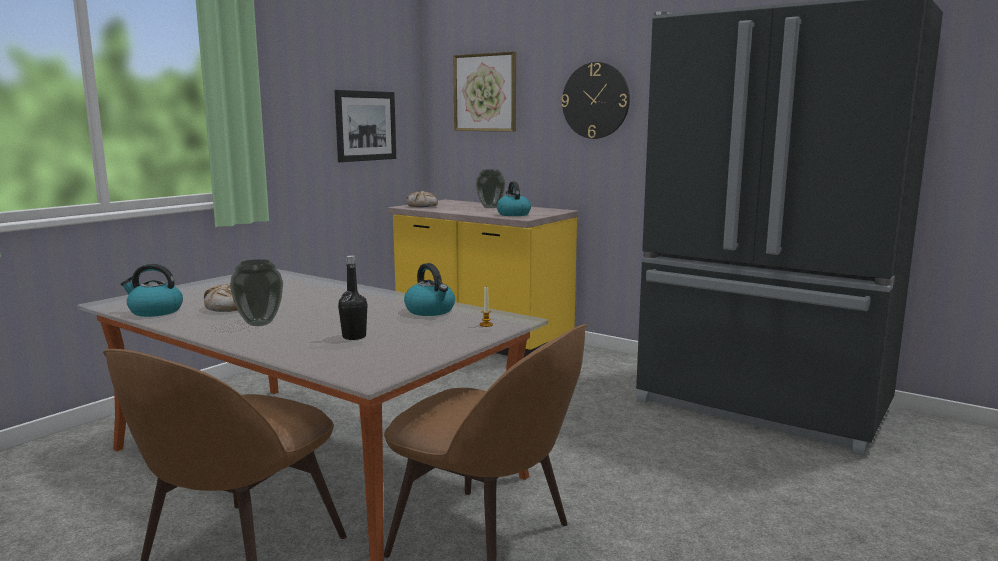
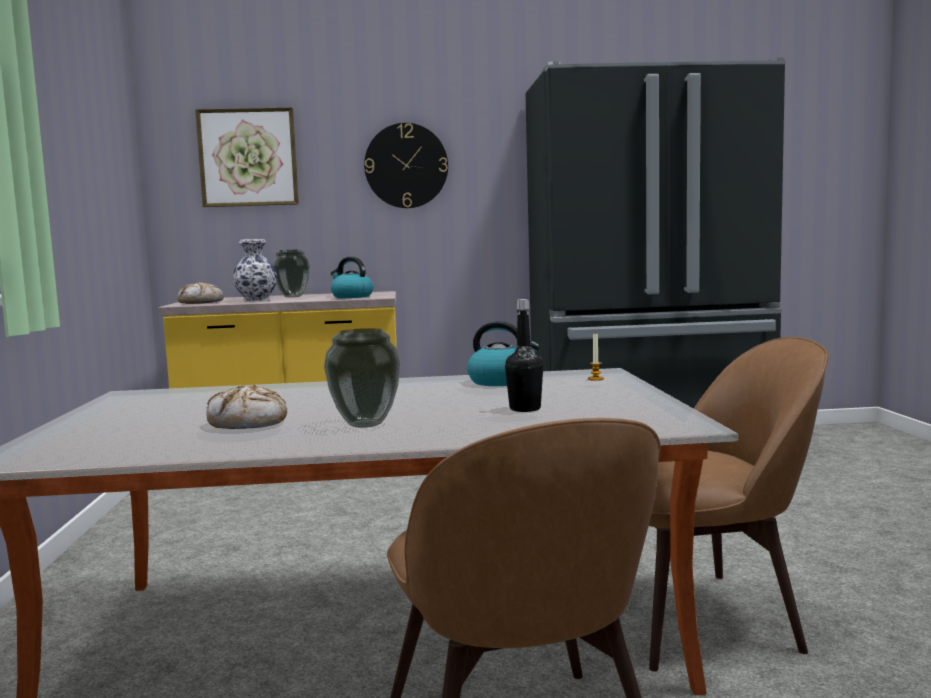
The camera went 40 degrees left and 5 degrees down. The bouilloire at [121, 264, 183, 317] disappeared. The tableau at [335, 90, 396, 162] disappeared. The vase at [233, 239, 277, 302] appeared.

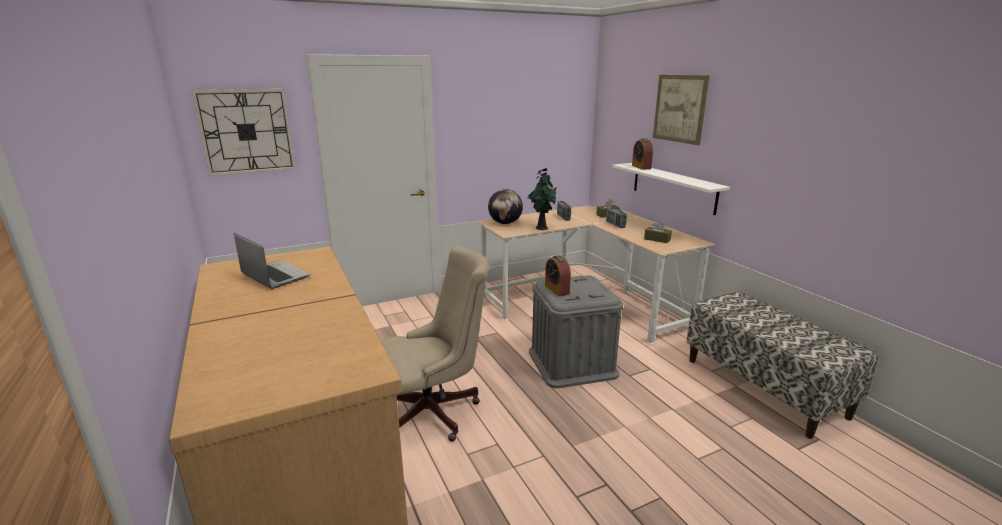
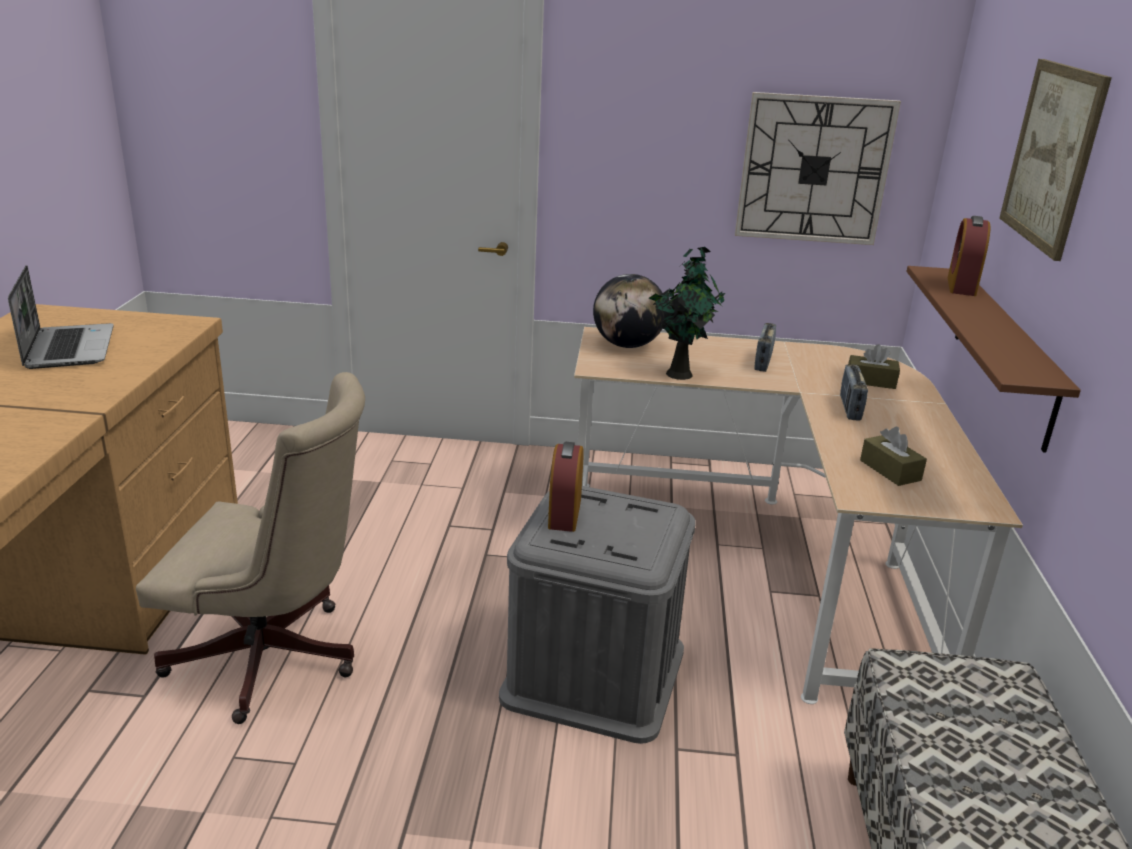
The camera went 30 degrees right and 5 degrees up. The horloge murale moved from [191, 89, 296, 176] to [735, 92, 901, 245]. The étagère [blanc] at [612, 163, 730, 215] became the étagère [marron] at [907, 266, 1081, 453].

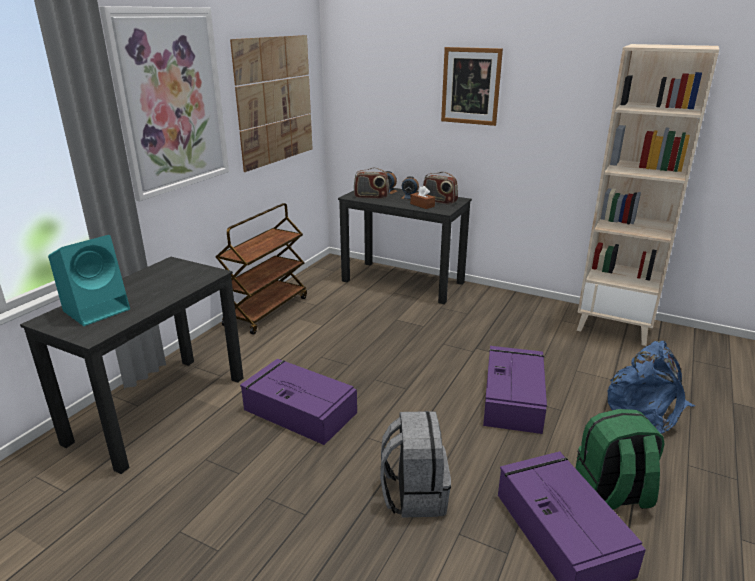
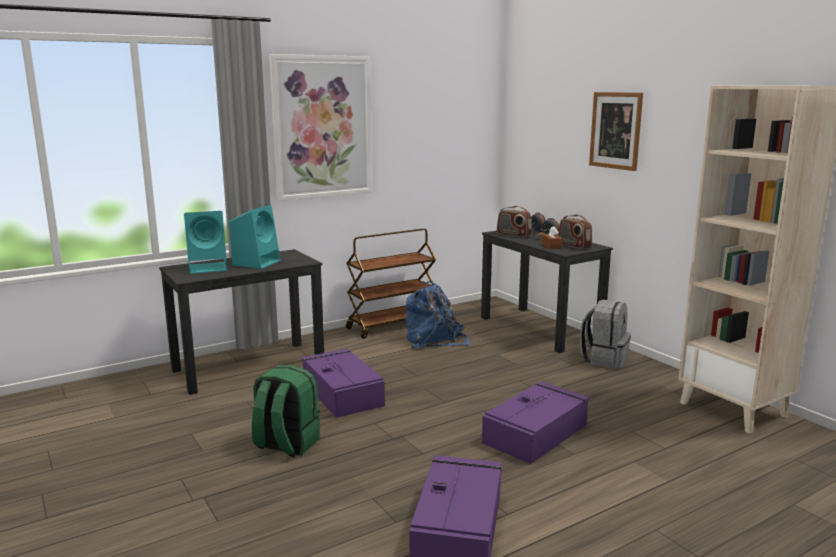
The camera went 30 degrees right and 10 degrees down. The tableau at [230, 35, 312, 172] disappeared. The sac à dos [gris] moved from [380, 411, 451, 517] to [580, 299, 631, 369]. The sac à dos [vert] moved from [576, 409, 665, 510] to [252, 365, 320, 457]. The sac à dos [bleu] moved from [608, 341, 695, 434] to [405, 281, 469, 349]. The enceinte [turquoise] at [229, 205, 281, 269] appeared.

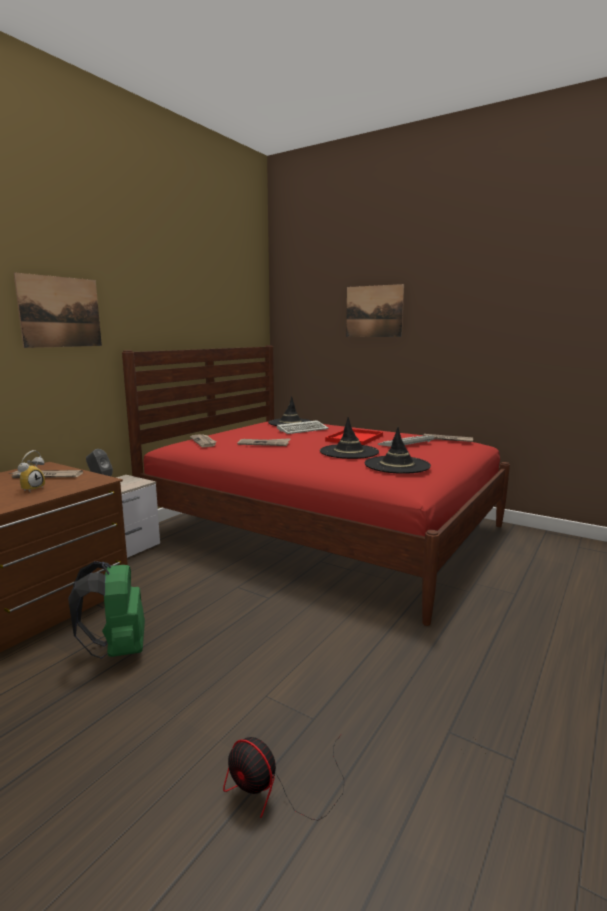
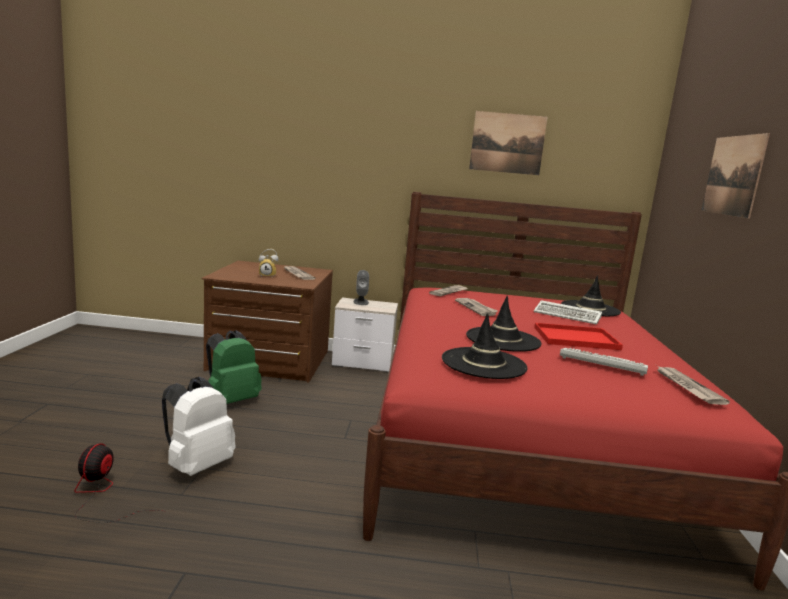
The camera went 60 degrees right and 0 degrees up. The tableau moved from [14, 272, 102, 348] to [469, 111, 547, 175]. The sac à dos [blanc] at [162, 377, 235, 476] appeared.

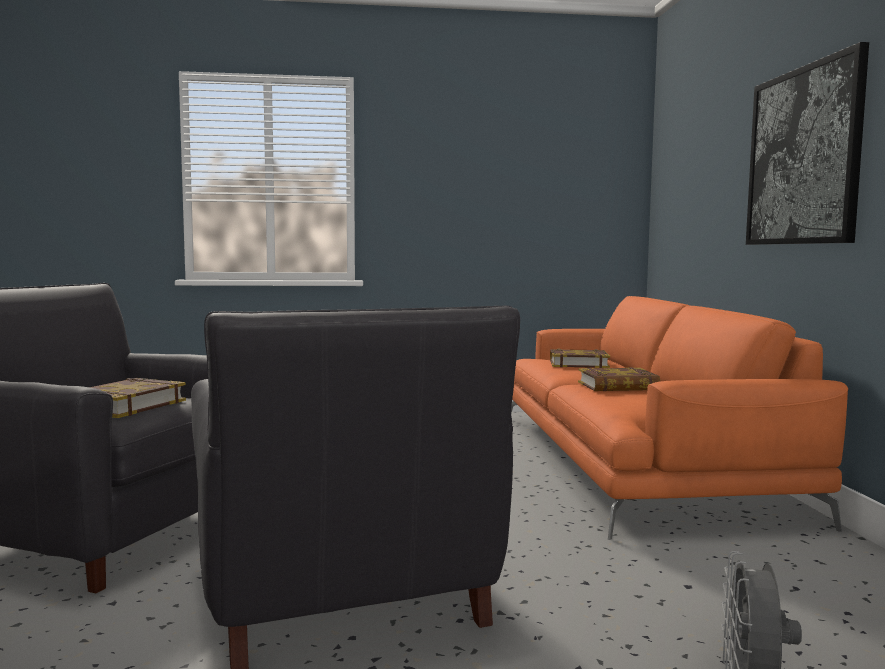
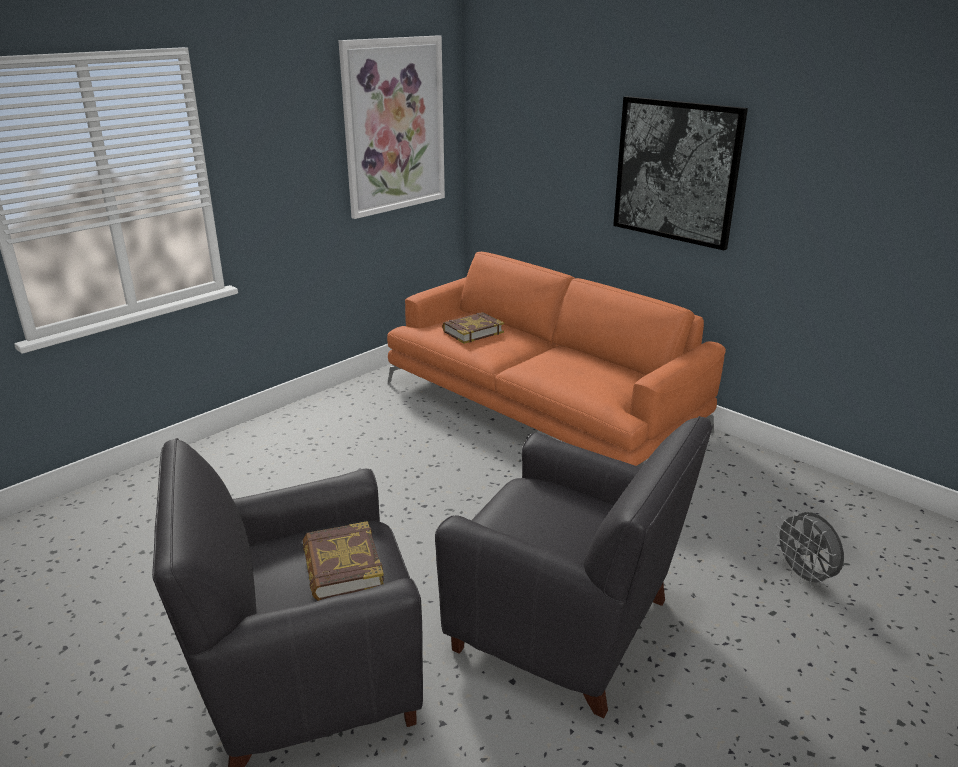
The camera went 40 degrees left and 20 degrees up. The livre at [578, 367, 660, 391] disappeared. The tableau at [338, 35, 445, 219] appeared.

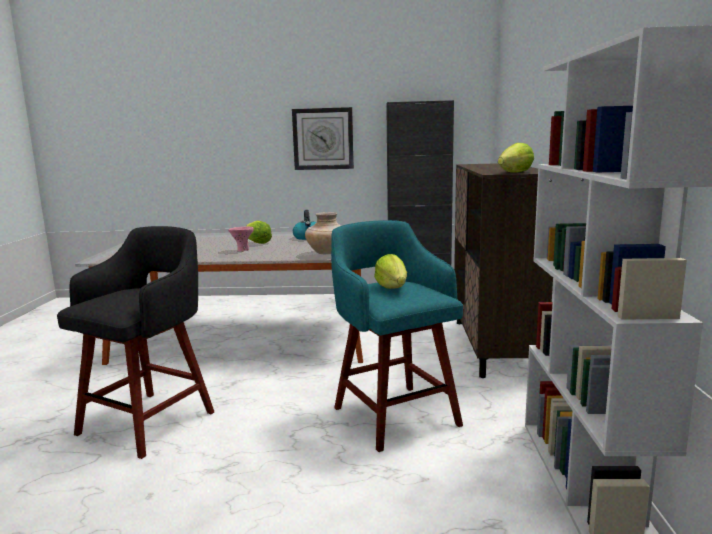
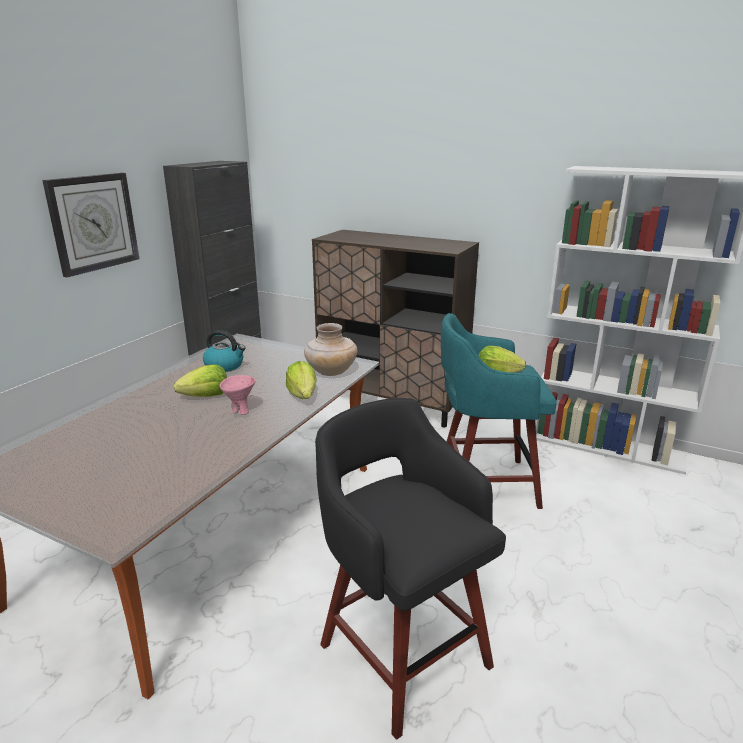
The camera went 65 degrees left and 10 degrees up. The laitue moved from [498, 143, 534, 173] to [286, 361, 317, 399].

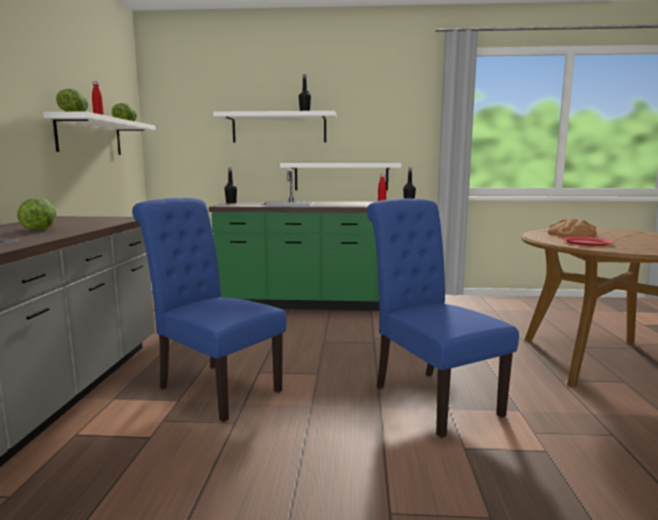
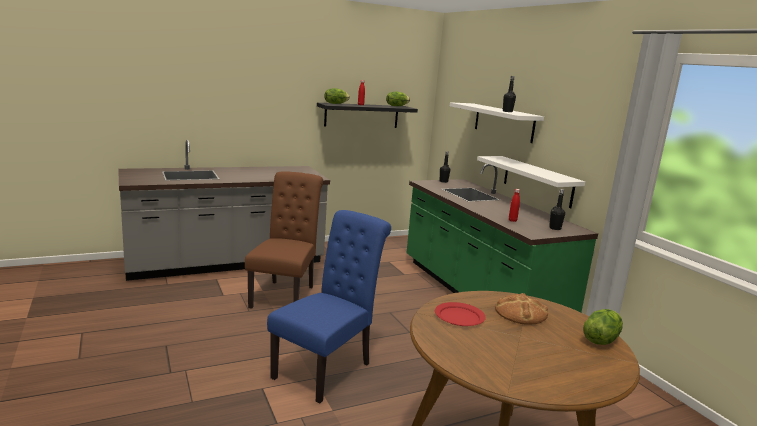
The camera went 60 degrees right and 5 degrees up. The laitue moved from [17, 198, 56, 230] to [583, 309, 623, 345]. The étagère [blanc] at [43, 111, 156, 155] became the étagère [noir] at [317, 103, 418, 128]. The chaise [bleu] at [132, 198, 286, 422] became the chaise [marron] at [245, 171, 323, 309].

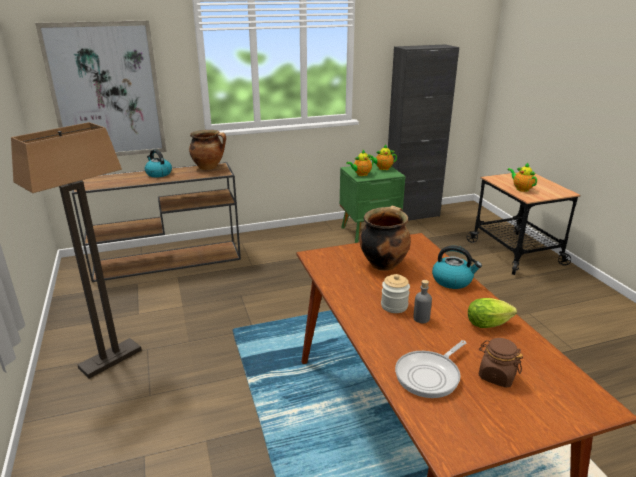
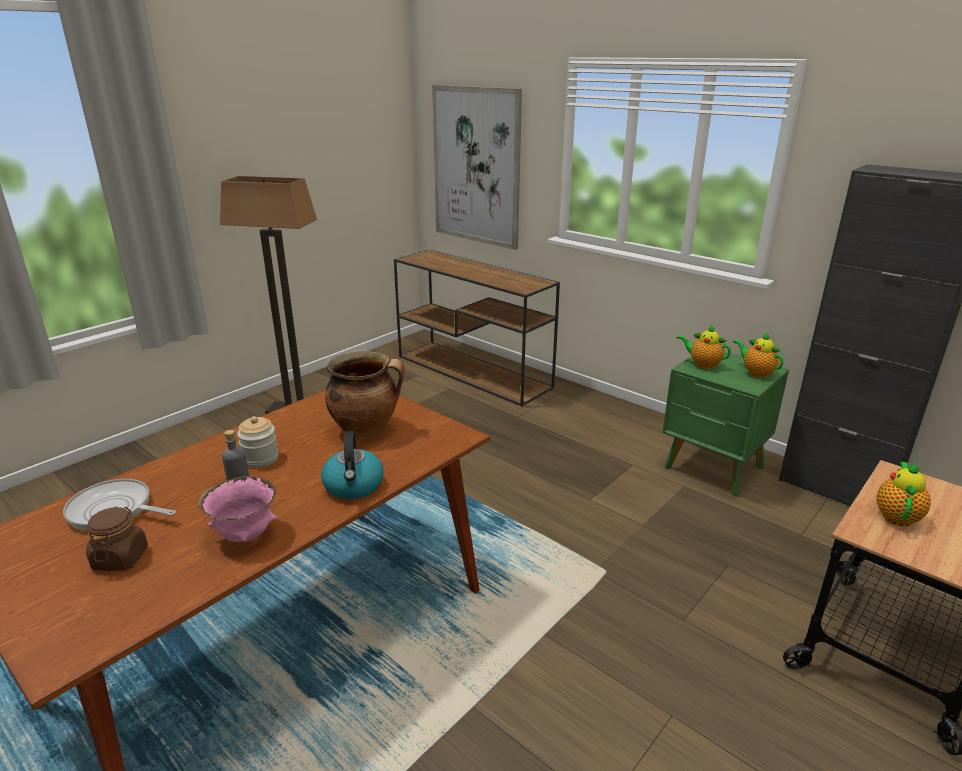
The camera went 60 degrees right and 0 degrees up. The bouilloire at [145, 149, 172, 177] disappeared. The marmite at [189, 130, 226, 170] disappeared. The laitue at [468, 298, 517, 328] was replaced by the bol [rose] at [198, 476, 277, 542].

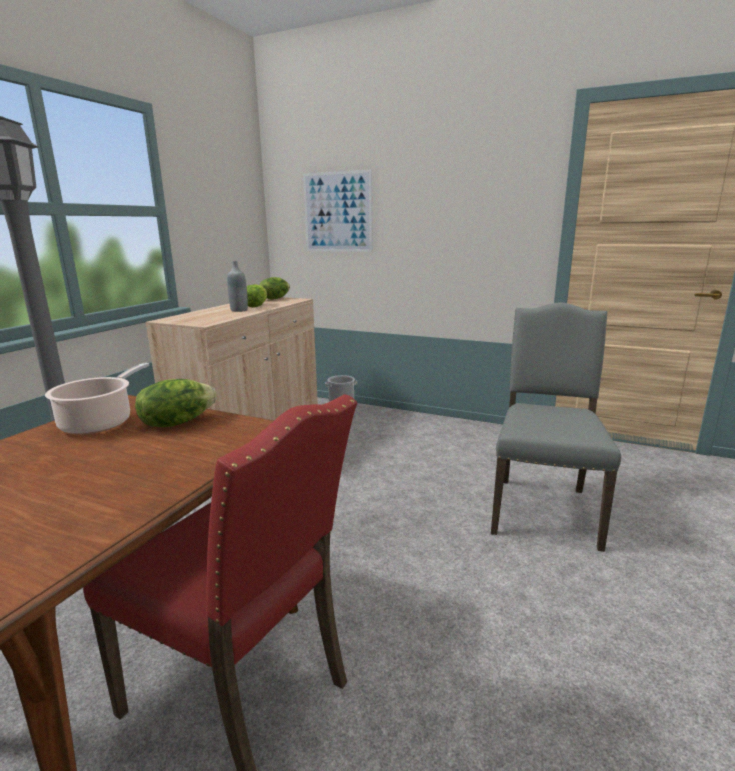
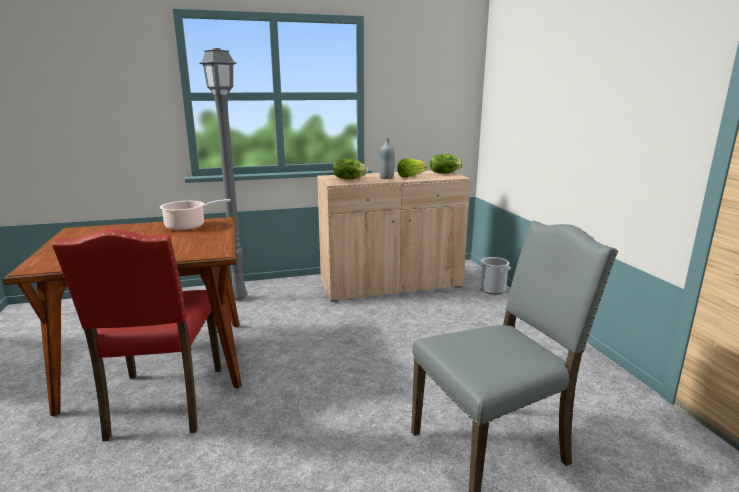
The camera went 50 degrees right and 0 degrees up. The laitue moved from [135, 379, 217, 427] to [333, 159, 368, 179]. The tableau at [303, 170, 373, 252] disappeared.

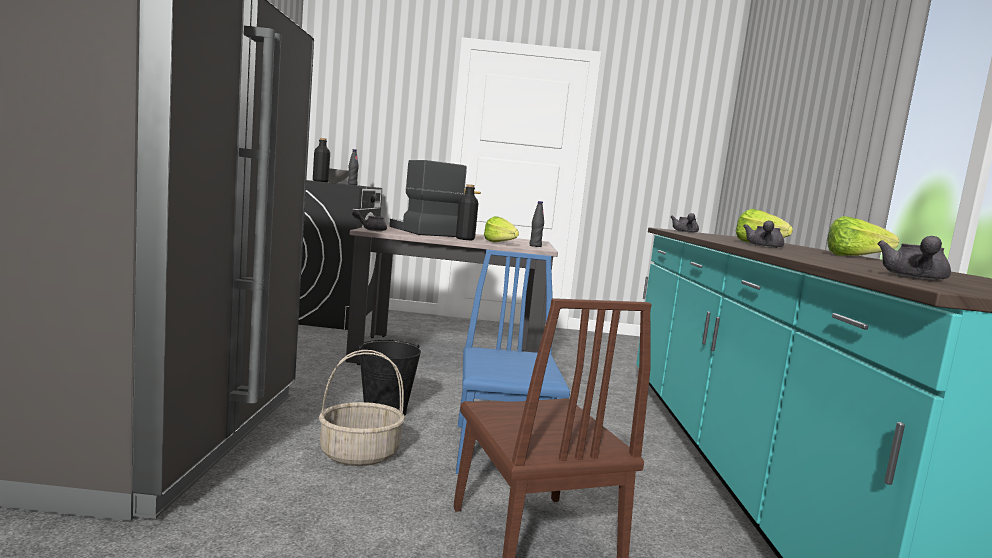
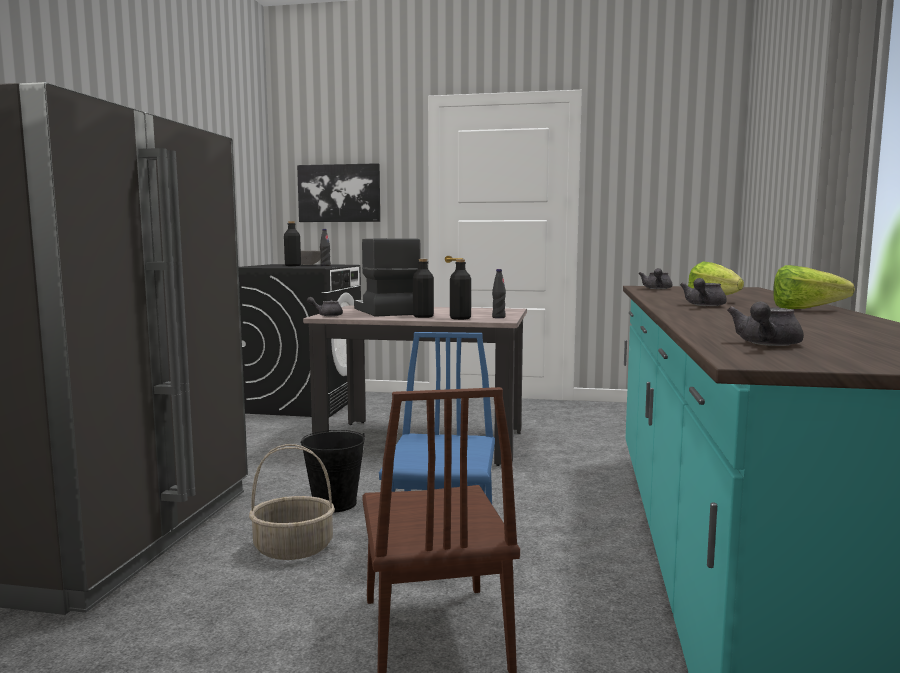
The camera went 10 degrees right and 0 degrees up. The laitue at [484, 216, 519, 242] was replaced by the bouteille [noir] at [450, 259, 471, 320]. The tableau at [297, 163, 380, 222] appeared.

